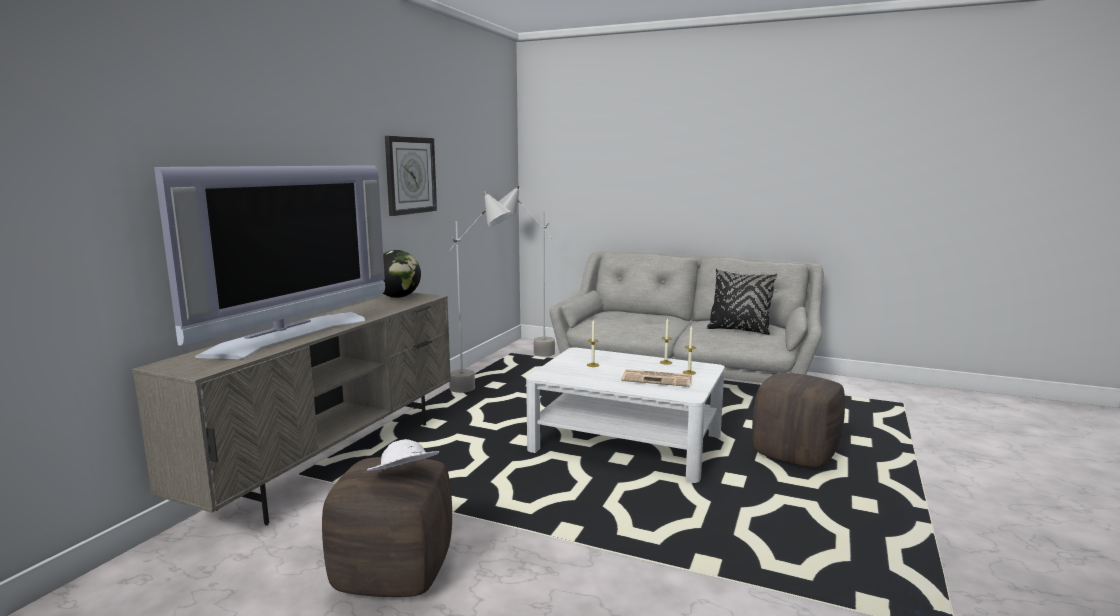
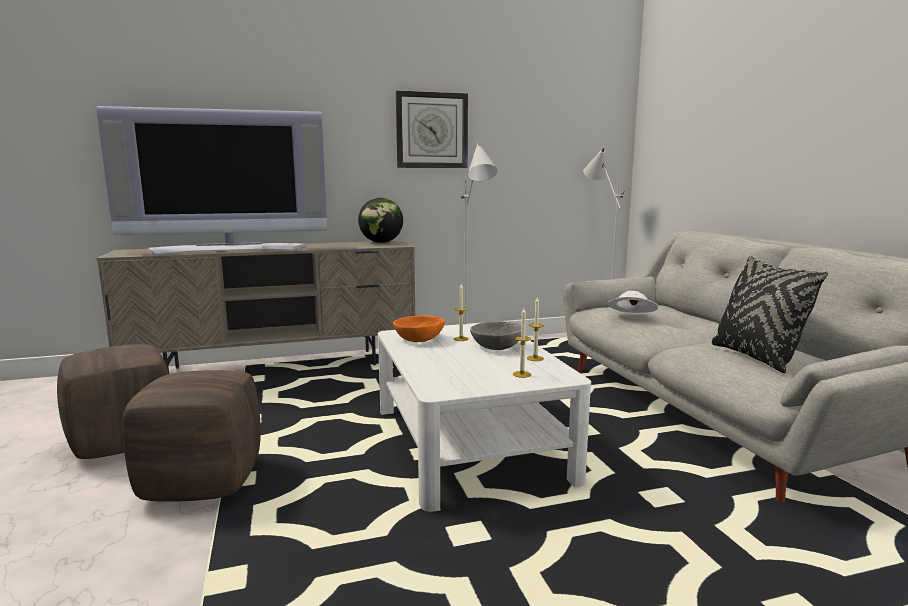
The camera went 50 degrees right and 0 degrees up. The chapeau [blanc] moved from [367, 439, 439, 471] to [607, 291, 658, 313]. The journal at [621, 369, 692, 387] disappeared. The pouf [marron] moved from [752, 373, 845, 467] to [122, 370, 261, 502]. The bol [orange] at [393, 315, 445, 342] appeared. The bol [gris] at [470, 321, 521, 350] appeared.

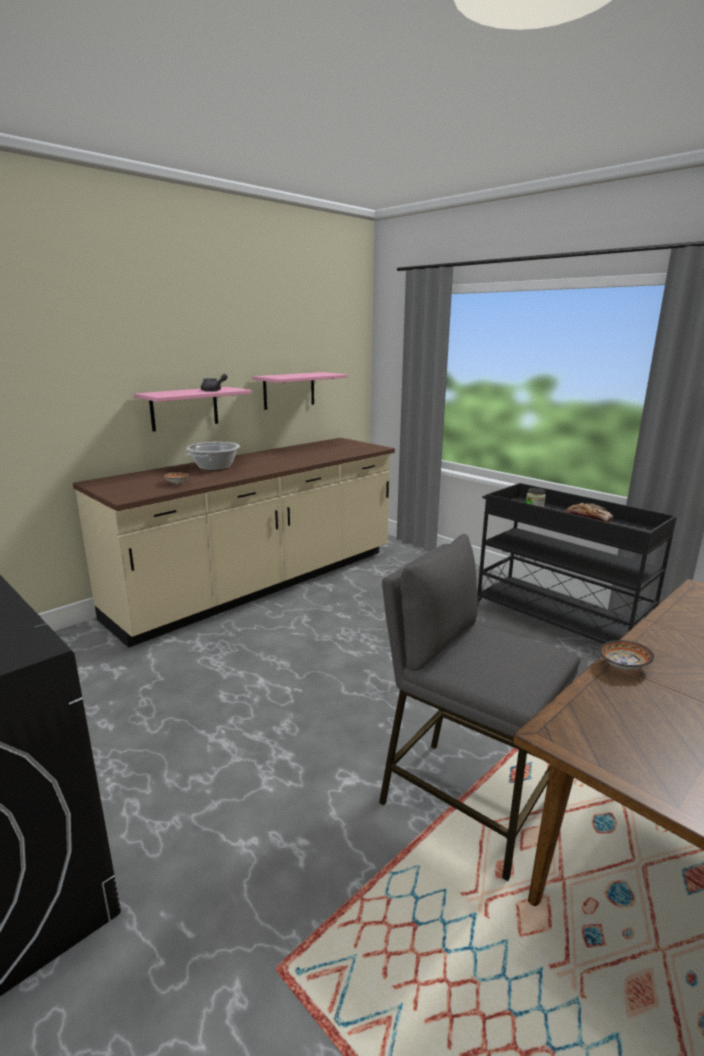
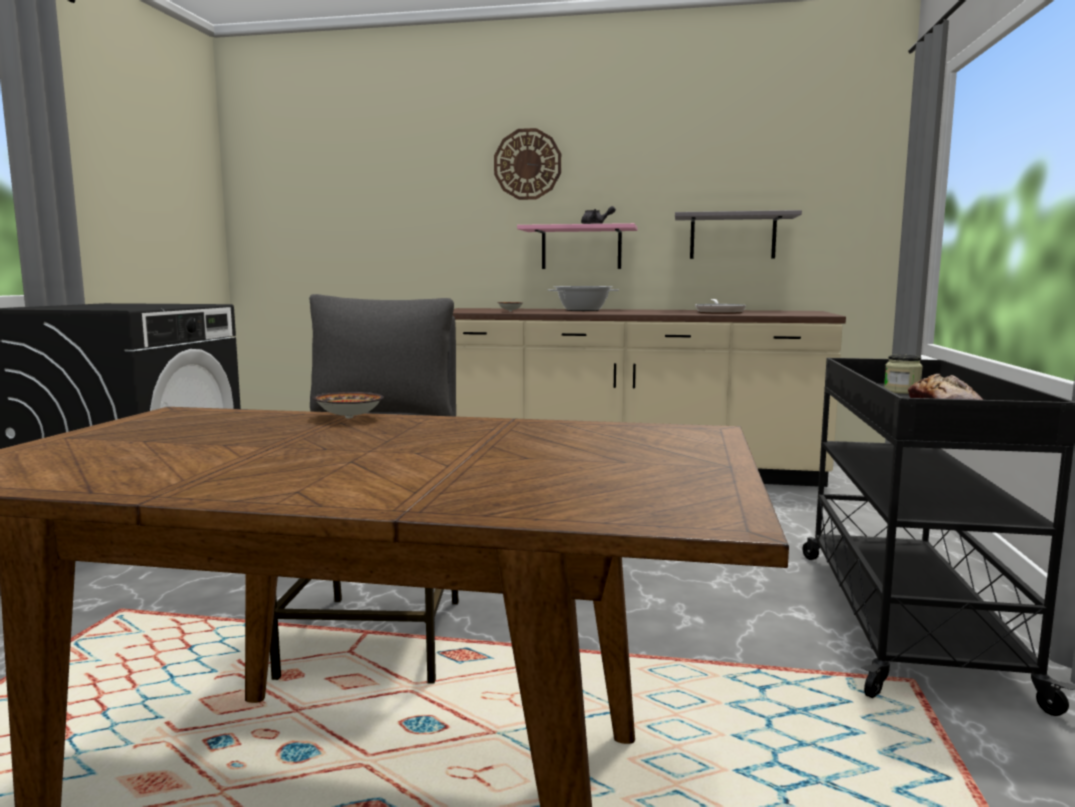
The camera went 55 degrees right and 10 degrees down. The étagère [rose] at [253, 372, 348, 410] became the étagère [gris] at [675, 210, 802, 259]. The horloge murale at [494, 128, 561, 200] appeared. The poêle at [695, 299, 746, 314] appeared.

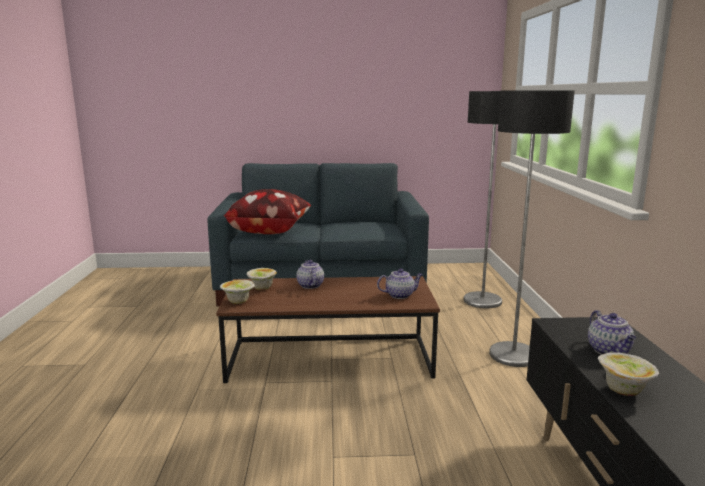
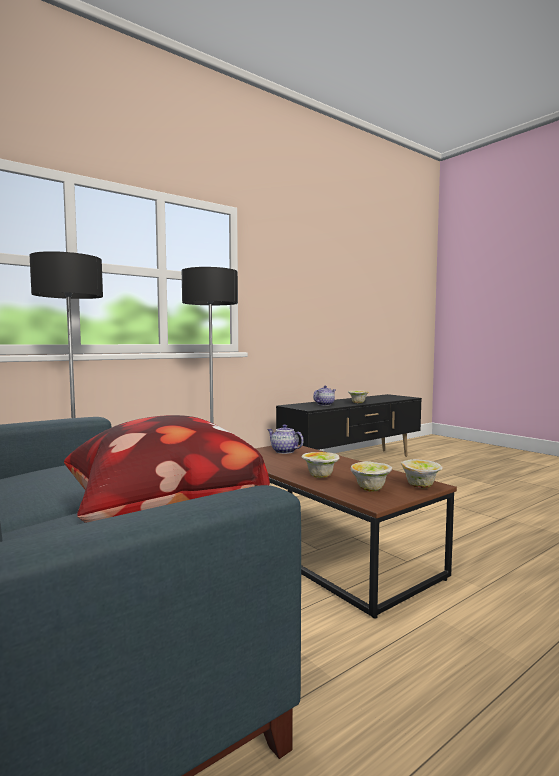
The camera went 125 degrees left and 10 degrees down. The théière at [296, 260, 324, 289] was replaced by the bol at [301, 452, 340, 478].

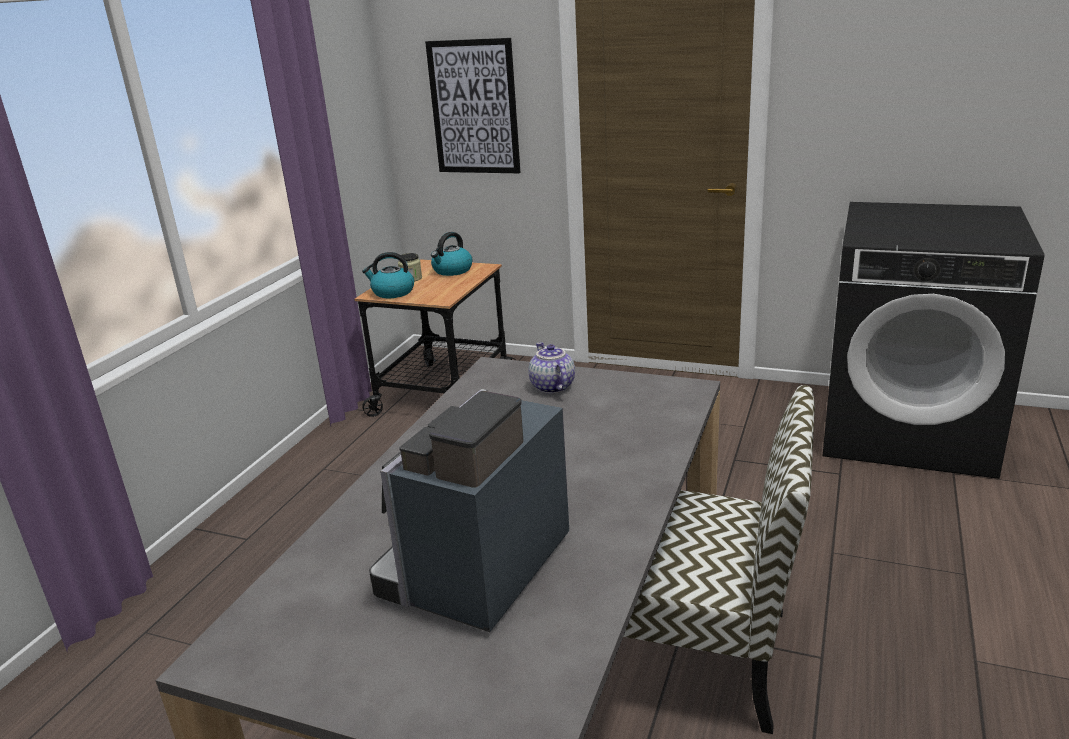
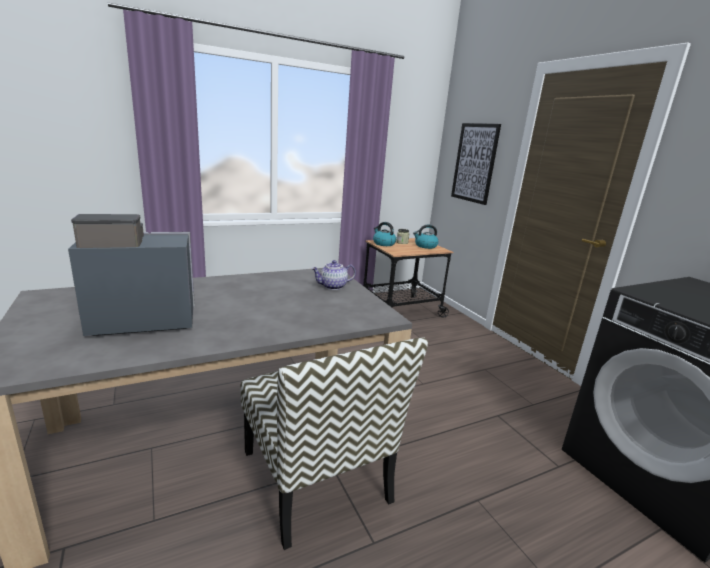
The camera went 40 degrees right and 5 degrees down. The théière at [528, 342, 575, 394] turned 135 degrees counterclockwise.

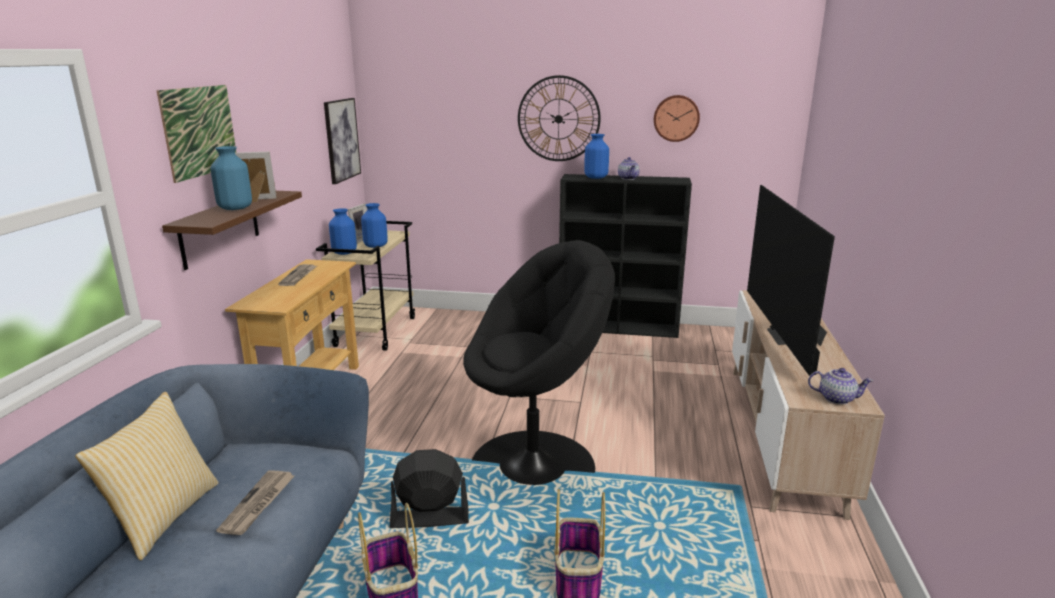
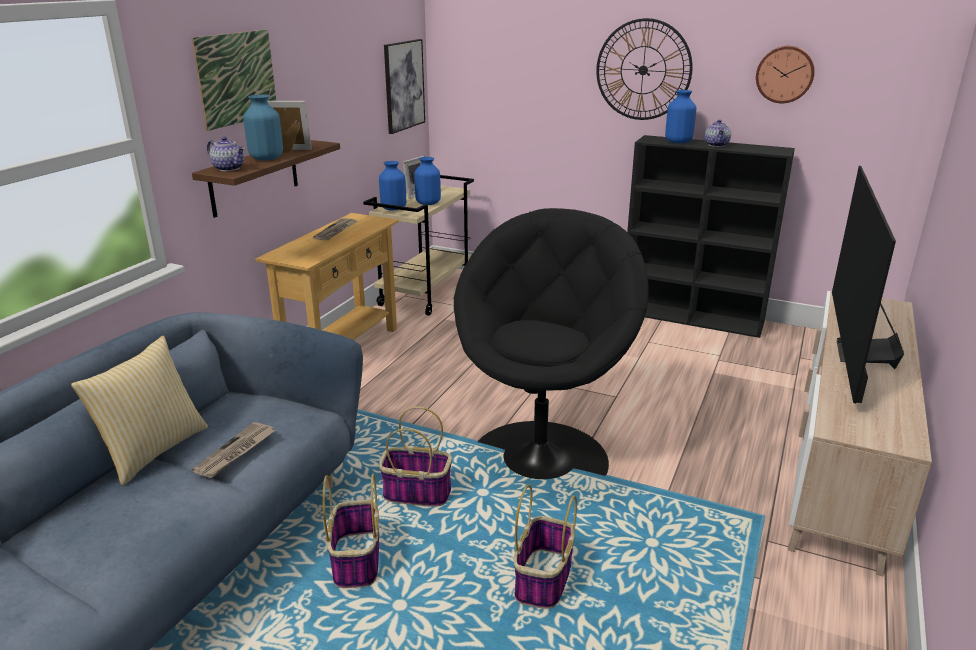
The camera went 15 degrees right and 5 degrees up. The ventilateur [noir] at [390, 449, 469, 528] was replaced by the panier at [379, 406, 452, 507]. The fauteuil [noir] at [463, 240, 615, 485] turned 60 degrees counterclockwise. The théière moved from [808, 368, 873, 405] to [207, 137, 245, 171].

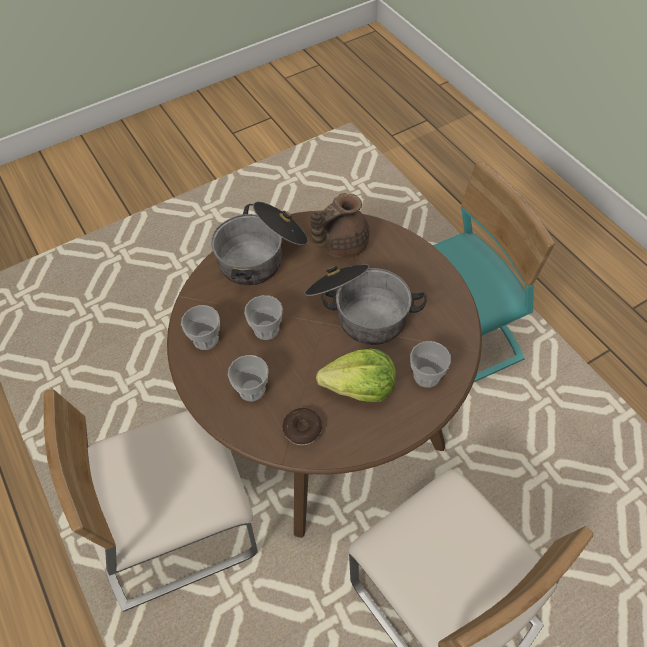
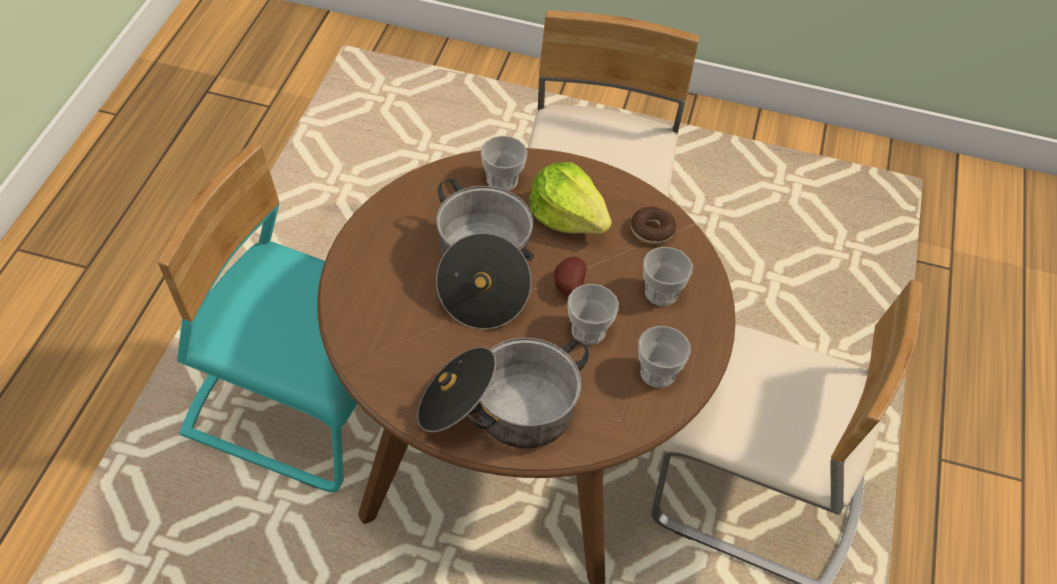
The camera went 140 degrees left and 5 degrees down. The théière [marron] at [311, 193, 370, 258] disappeared. The pomme de terre at [554, 257, 587, 296] appeared.

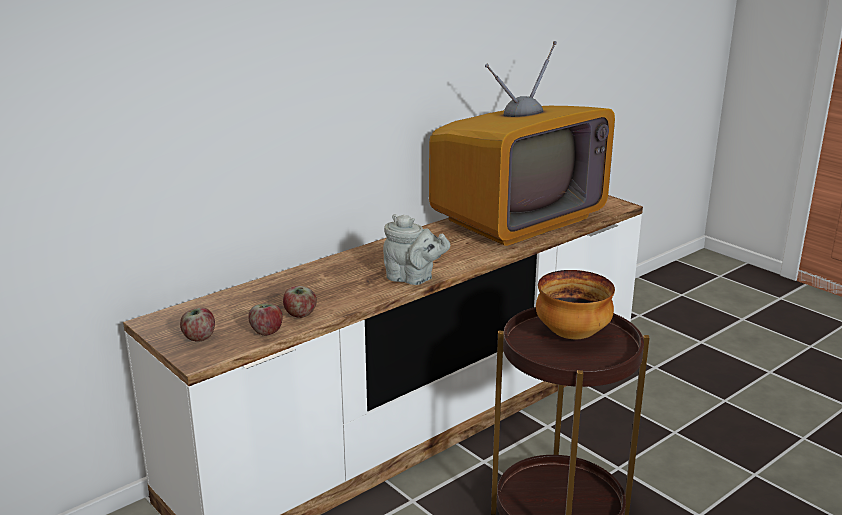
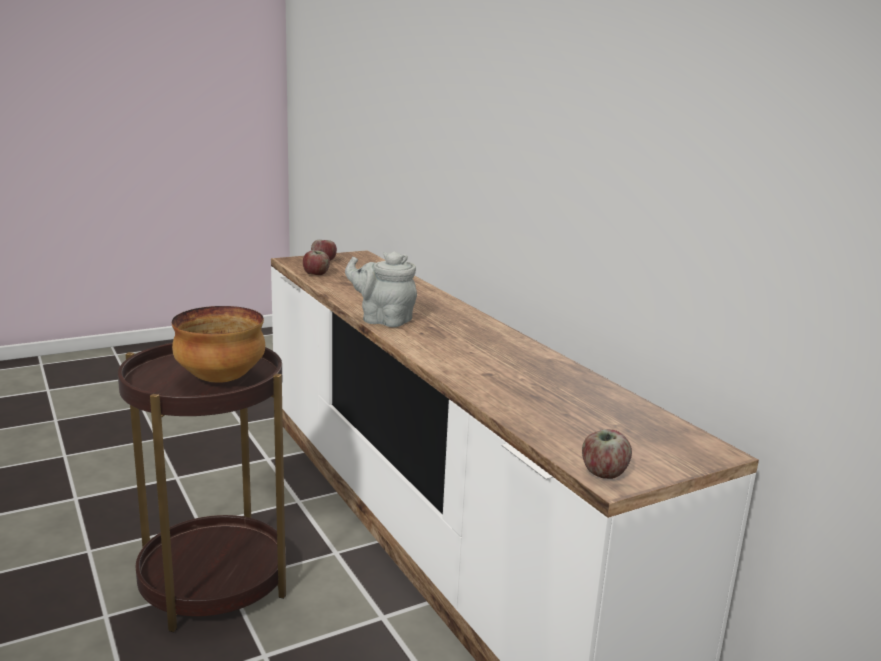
The camera went 100 degrees right and 5 degrees down. The pomme moved from [283, 286, 317, 318] to [582, 429, 632, 479]. The théière [gris] at [383, 214, 450, 285] turned 75 degrees clockwise. The téléviseur at [429, 41, 615, 246] disappeared.

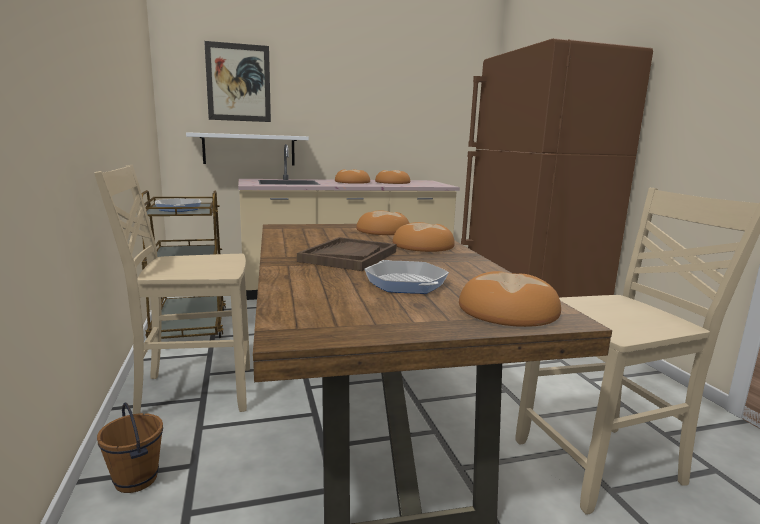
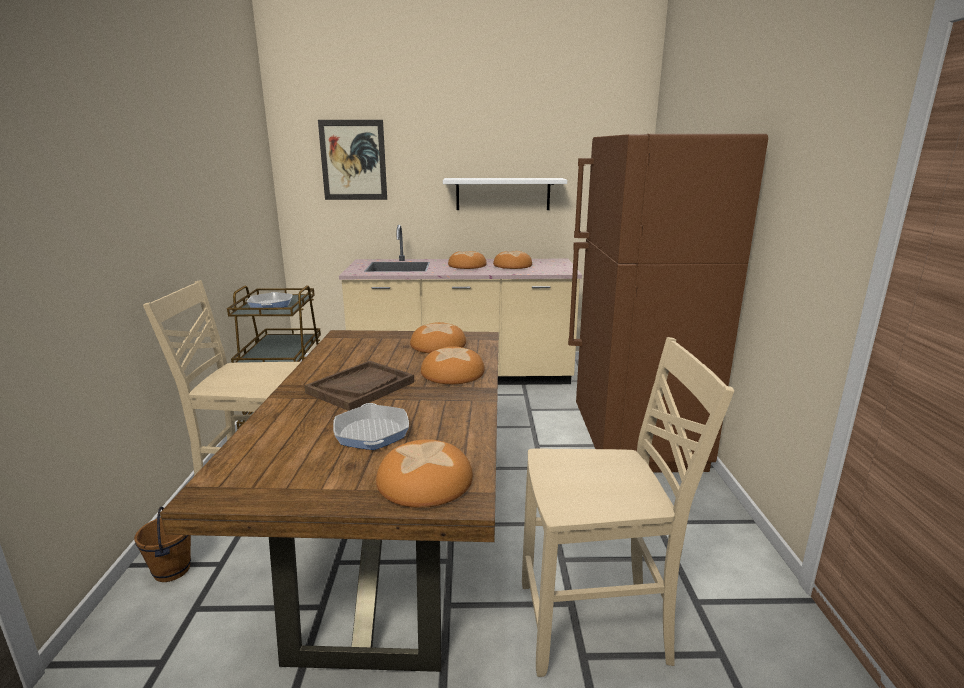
The camera went 15 degrees right and 5 degrees up. The étagère [blanc] moved from [186, 132, 309, 166] to [443, 178, 567, 210].

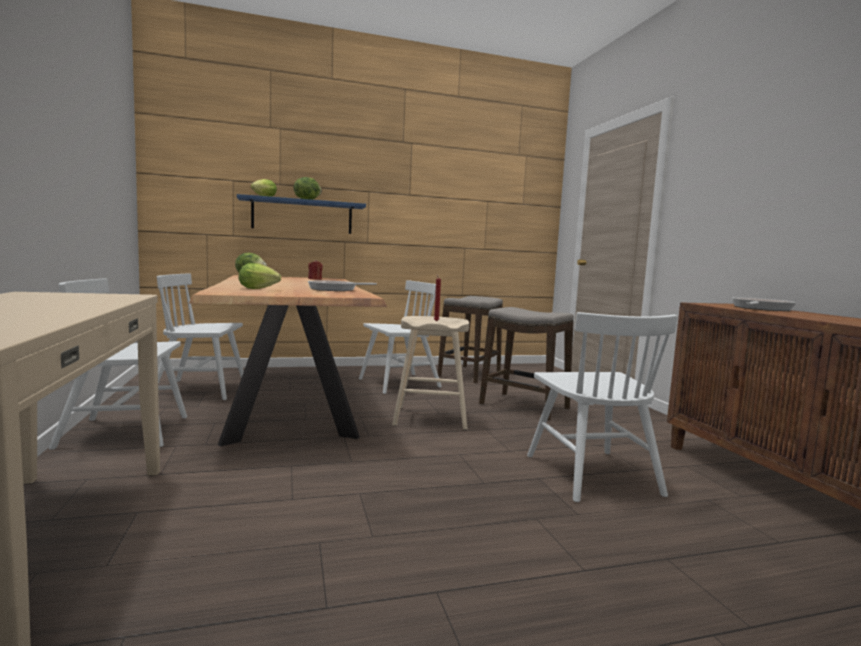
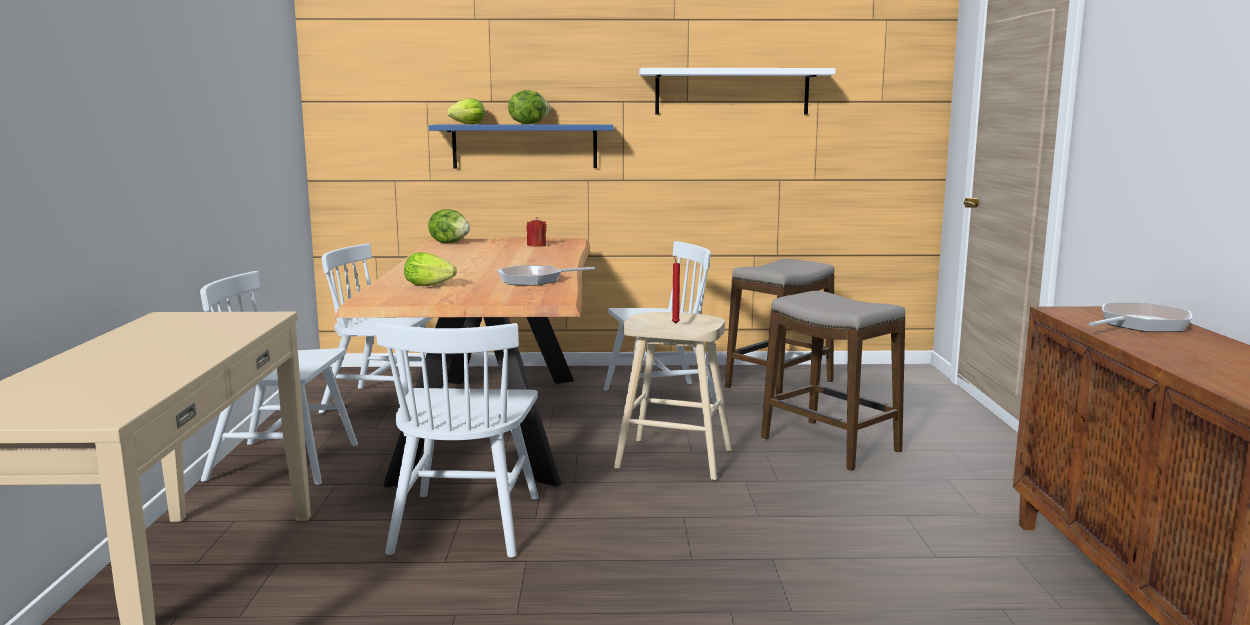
The camera went 15 degrees right and 5 degrees up. The chaise [blanc] moved from [527, 312, 678, 502] to [376, 322, 539, 558]. The étagère [blanc] at [639, 68, 836, 114] appeared.

